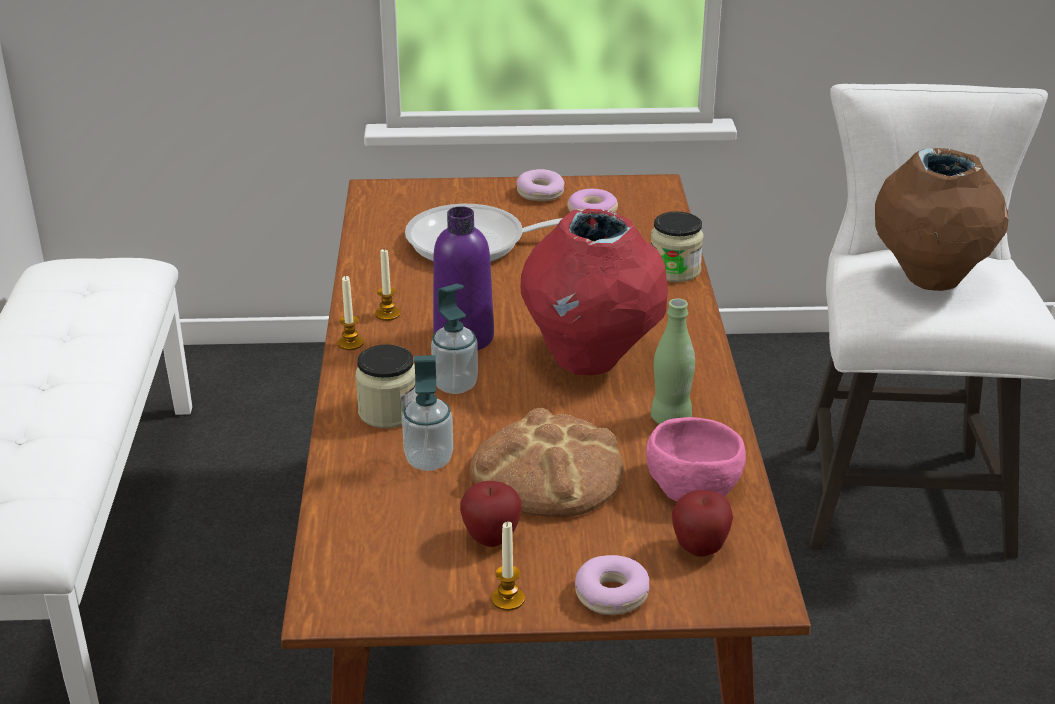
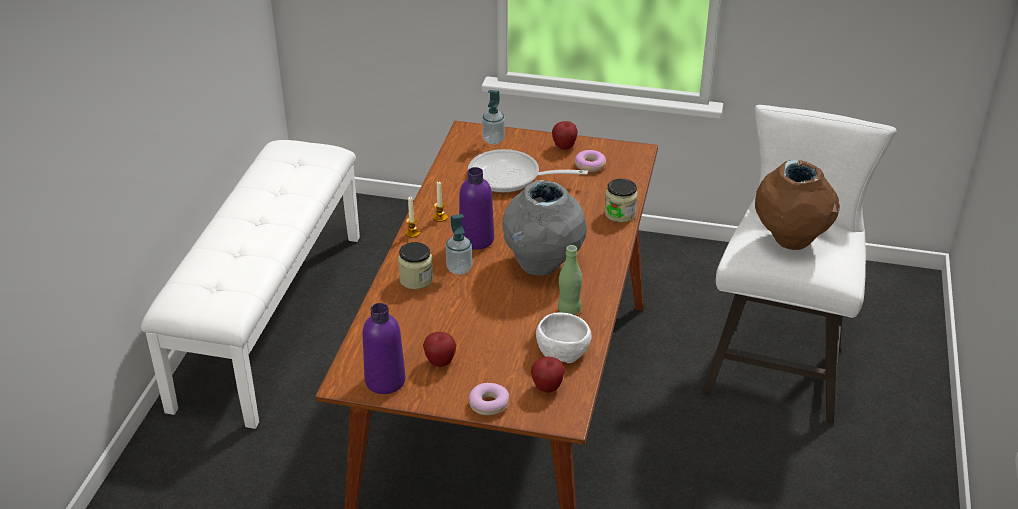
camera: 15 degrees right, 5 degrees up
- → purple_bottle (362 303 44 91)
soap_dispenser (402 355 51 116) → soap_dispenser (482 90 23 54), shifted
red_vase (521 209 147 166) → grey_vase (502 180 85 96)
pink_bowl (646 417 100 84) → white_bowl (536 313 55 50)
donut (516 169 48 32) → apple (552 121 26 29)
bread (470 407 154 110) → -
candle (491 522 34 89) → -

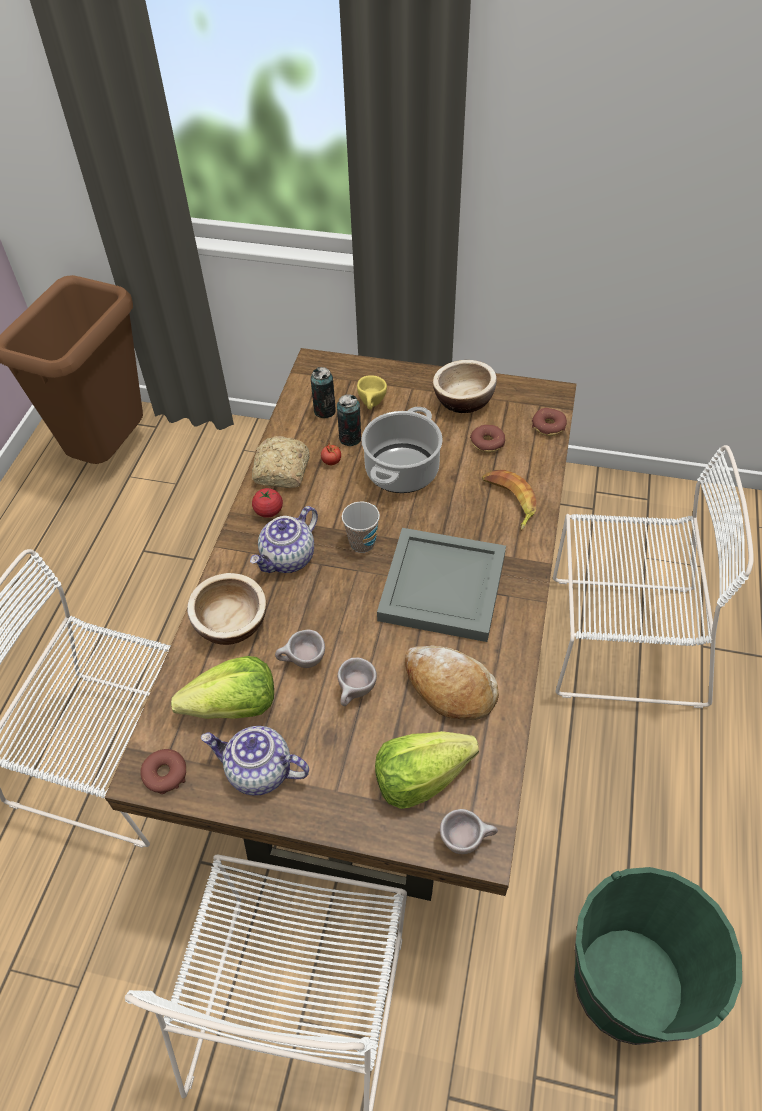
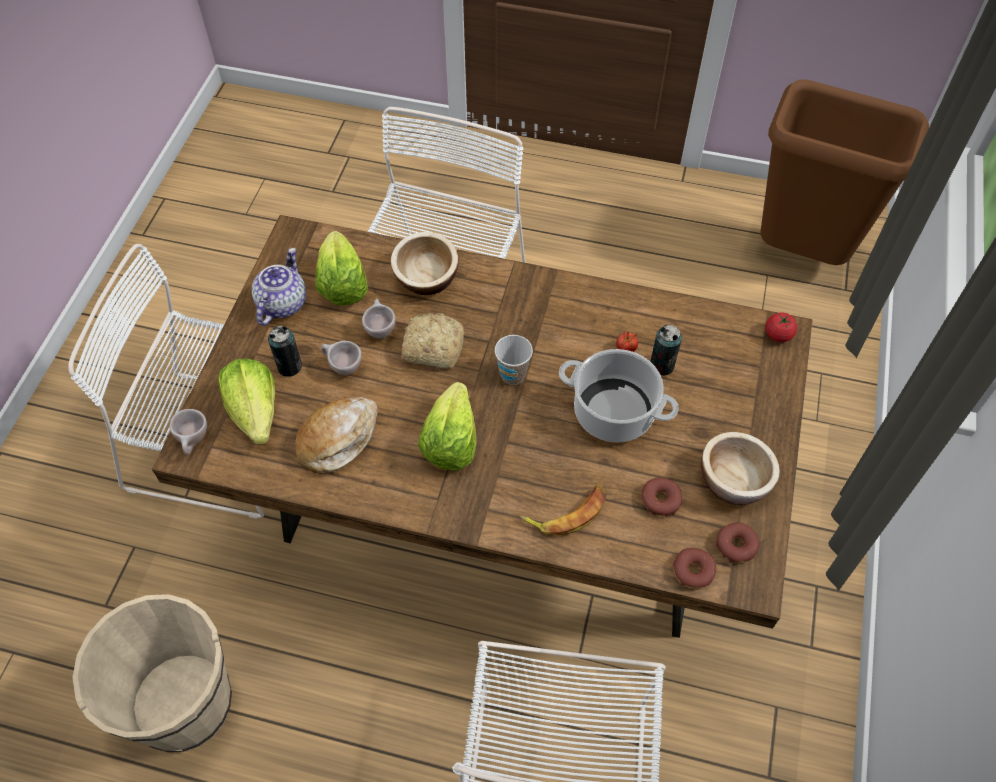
camera: 90 degrees right, 5 degrees up
green_bucket (574 867 168 178) → beige_bucket (72 594 160 158)
can (310 367 26 52) → can (268 326 34 51), shifted
bread (252 436 58 52) → bread (401 313 63 56), shifted
grey_tray (377 528 129 114) → lettuce (418 382 59 88)
donut (140 749 46 45) → donut (716 522 44 41), shifted
tomato (252 488 31 30) → tomato (766 312 31 30), shifted
teapot (250 506 68 67) → -
yellow_cup (357 375 30 35) → -

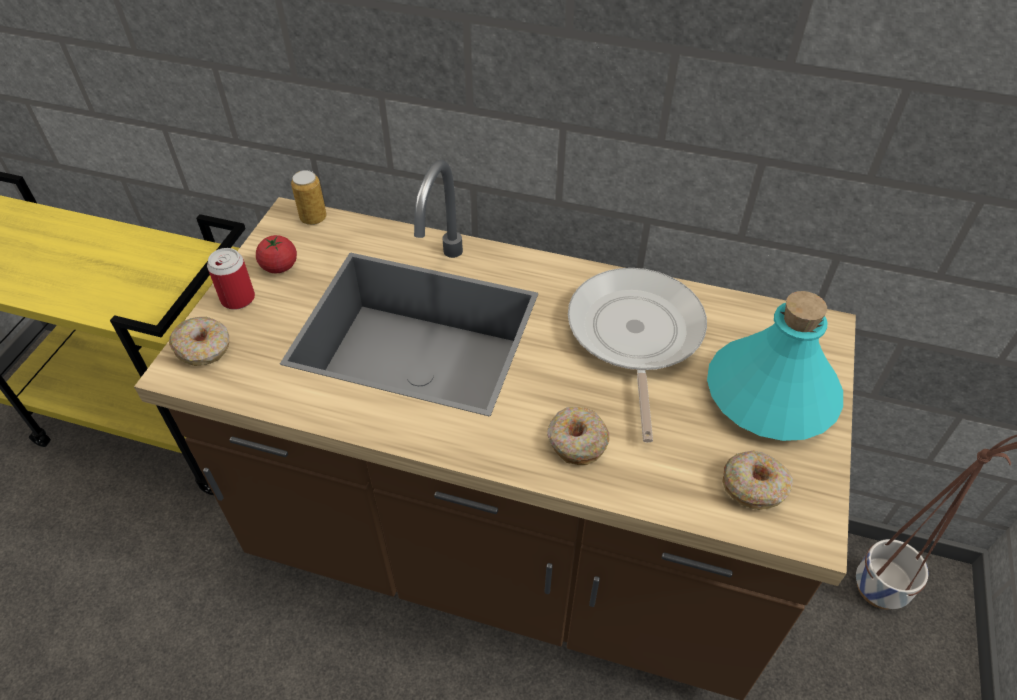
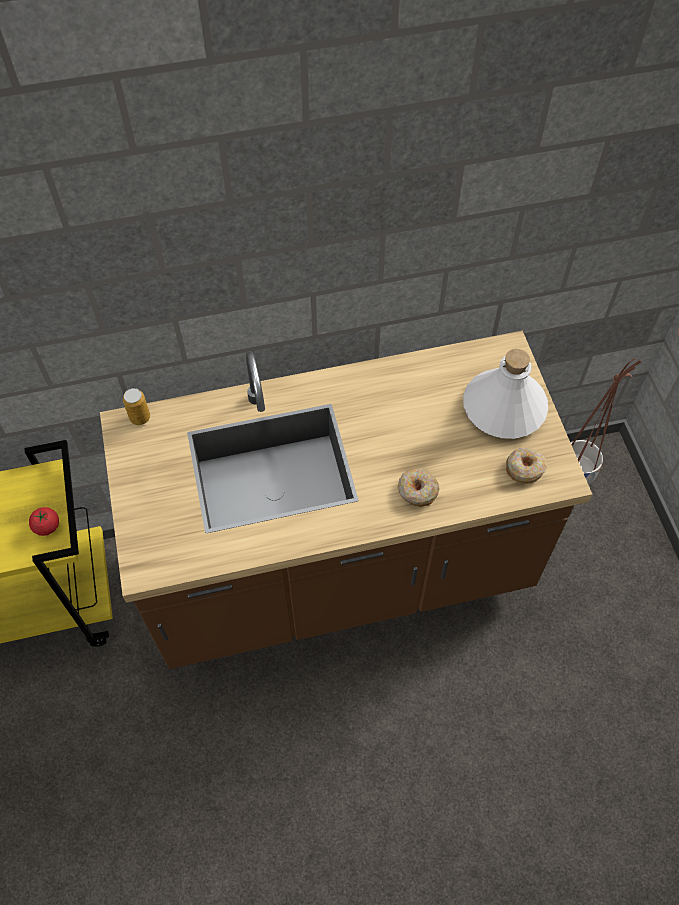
camera: 30 degrees left, 10 degrees up
tomato (256 235 41 38) → tomato (29 507 30 29), shifted
turquoise_bottle (707 291 136 150) → white_bottle (463 349 85 90)
donut (169 317 60 49) → -
can (207 248 48 62) → -
frying_pan (568 268 139 175) → -

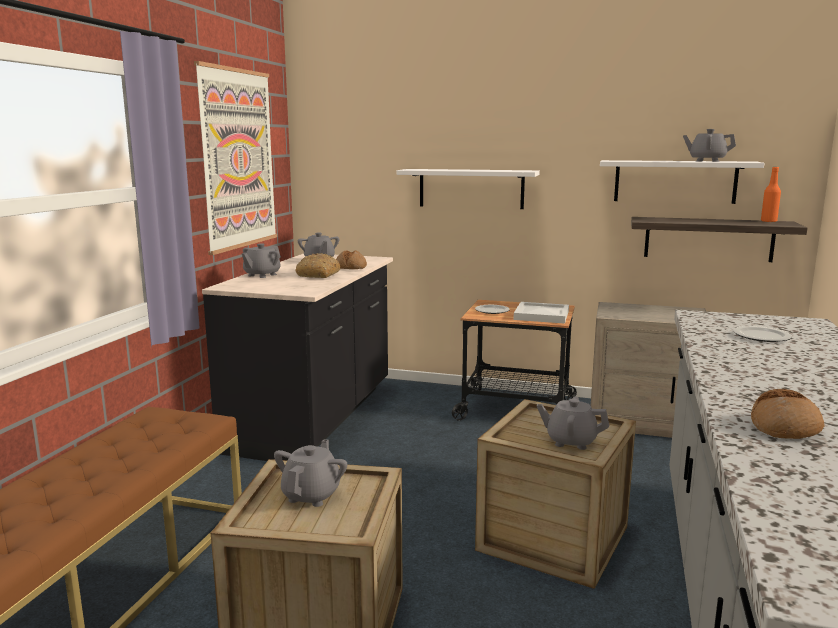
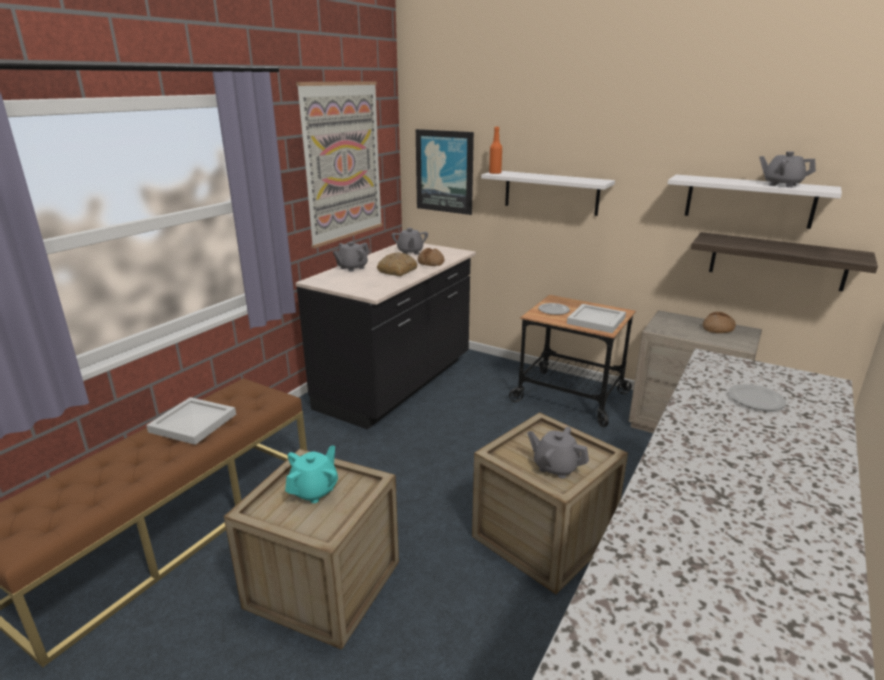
camera: 15 degrees right, 10 degrees up
- → white_tray (146 397 90 48)
grey_teapot (274 439 73 68) → turquoise_teapot (285 445 53 58)
- → picture (416 129 58 86)
orange_bottle (761 167 20 55) → orange_bottle (489 127 13 47), shifted
bread (751 389 74 50) → bread (703 312 33 21), shifted

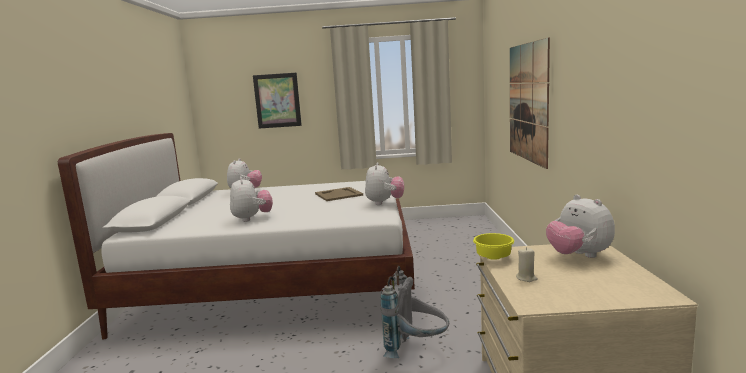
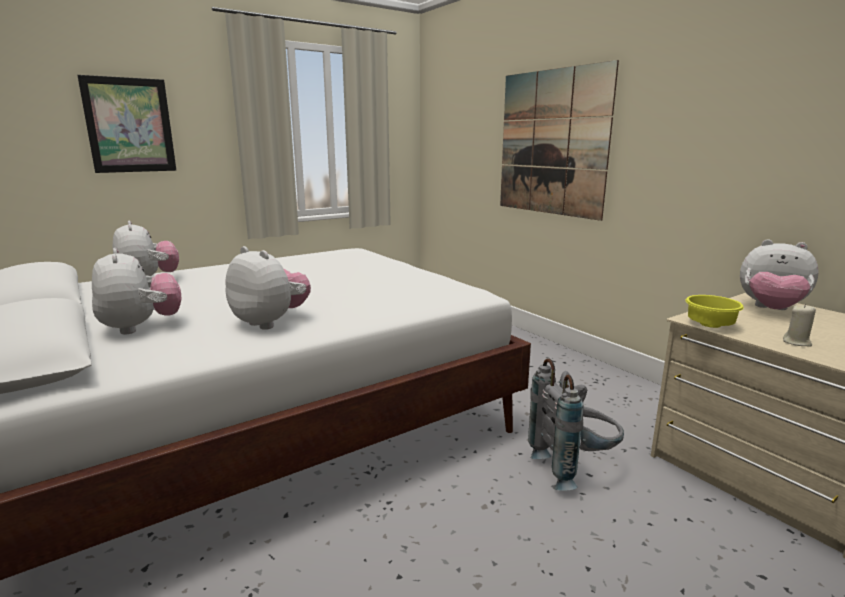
camera: 35 degrees left, 5 degrees up
plush_toy (365 162 39 43) → plush_toy (92 248 90 87), shifted
beige_tray (315 187 48 14) → -

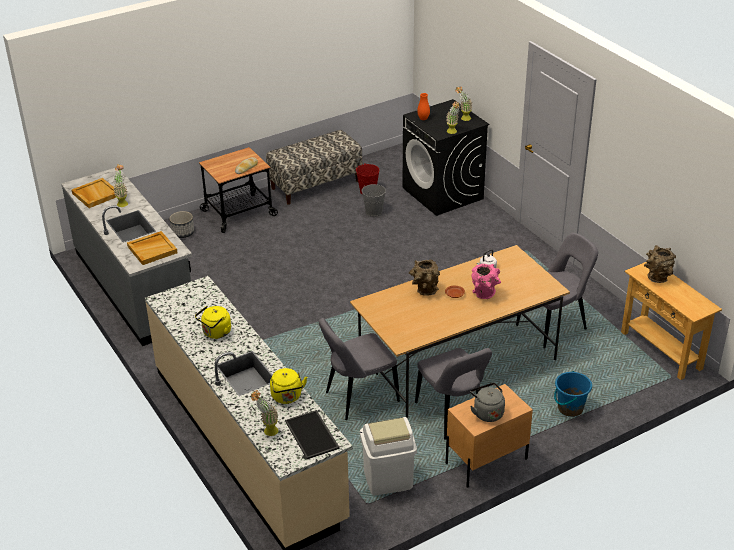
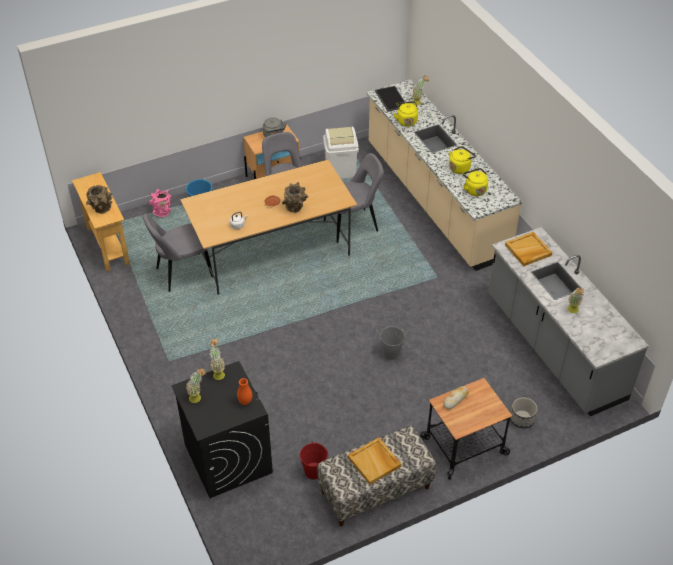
camera: 175 degrees left, 10 degrees up
pink_vase (471 264 30 35) → pink_vase (149 189 23 28), shifted
beige_tray (72 178 44 30) → beige_tray (348 437 53 48), shifted
grey_bucket (362 184 24 33) → grey_bucket (380 326 25 34), shifted
- → yellow_kettle (463 168 25 28)

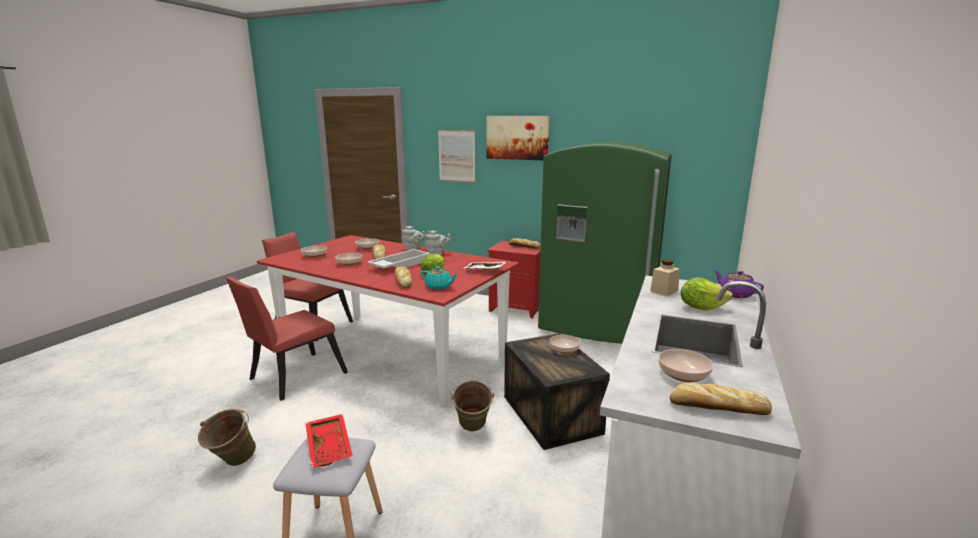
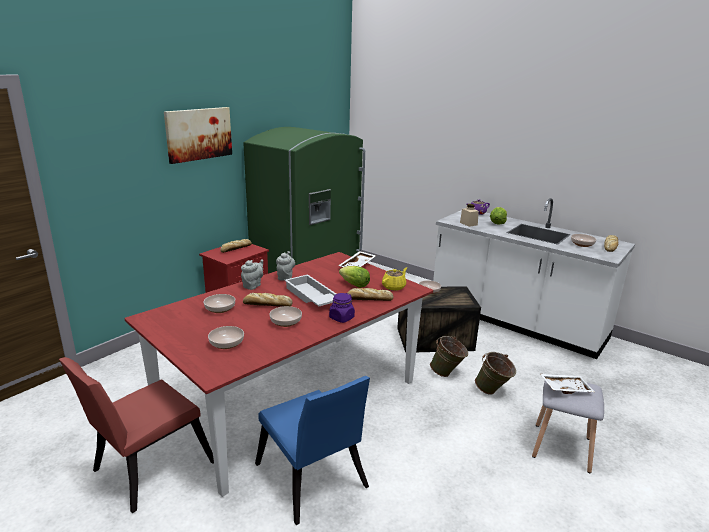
camera: 75 degrees left, 5 degrees up
red_chair (226 277 122 124) → blue_chair (255 376 115 149)
- → purple_jar (329 293 26 30)
turquoise_teapot (421 267 37 23) → yellow_teapot (382 268 25 23)
green_bucket (198 409 58 57) → green_bucket (475 352 41 43), shifted
red_tray (305 414 48 53) → white_tray (540 374 55 20)
picture (438 130 37 52) → -

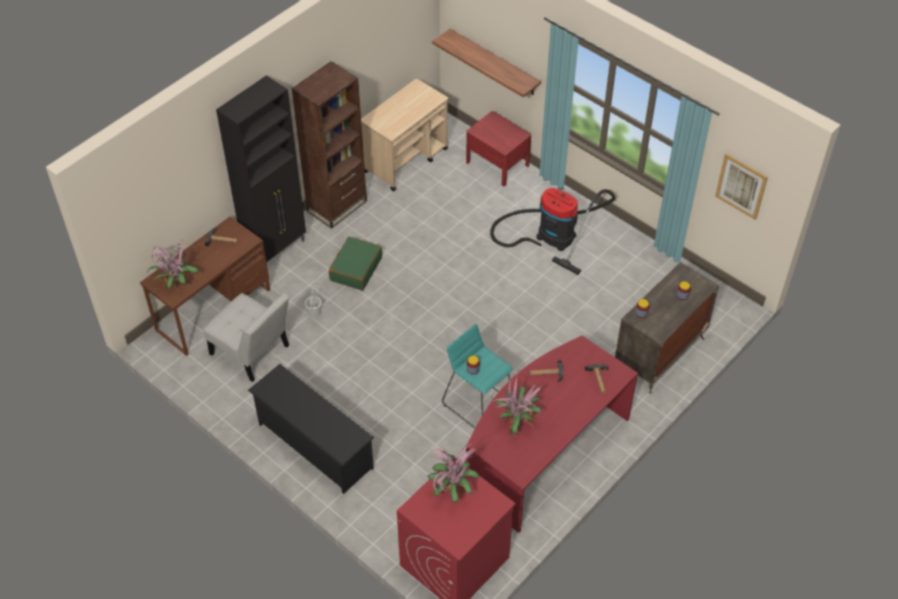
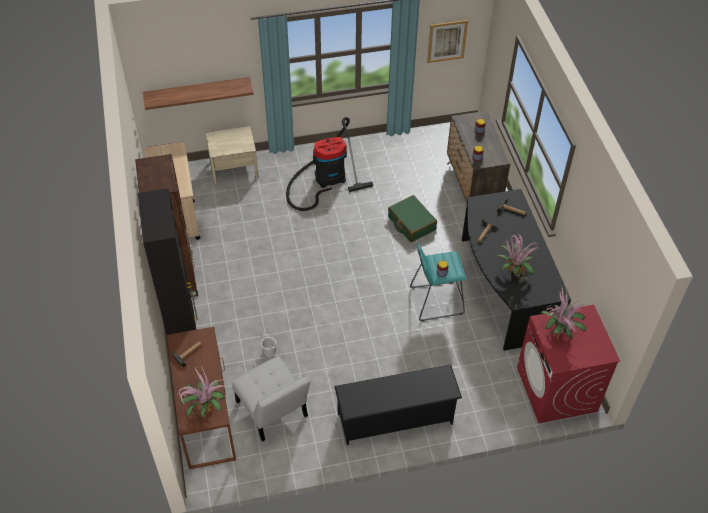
camera: 55 degrees left, 0 degrees up
red_nightstand (466 111 65 75) → beige_nightstand (206 126 53 58)
white_chair (203 293 86 89) → white_chair (232 356 79 86), 75 degrees clockwise
green_suitcase (329 237 53 54) → green_suitcase (388 195 49 47), shifted
red_desk (466 336 172 197) → black_desk (462 189 109 162)

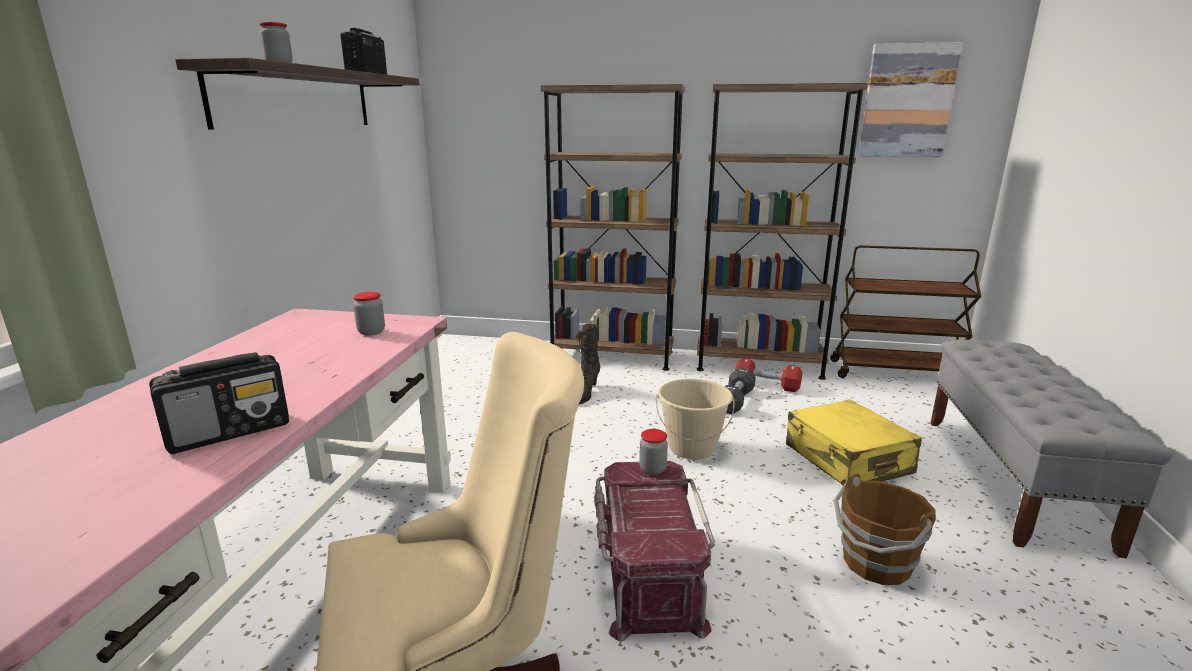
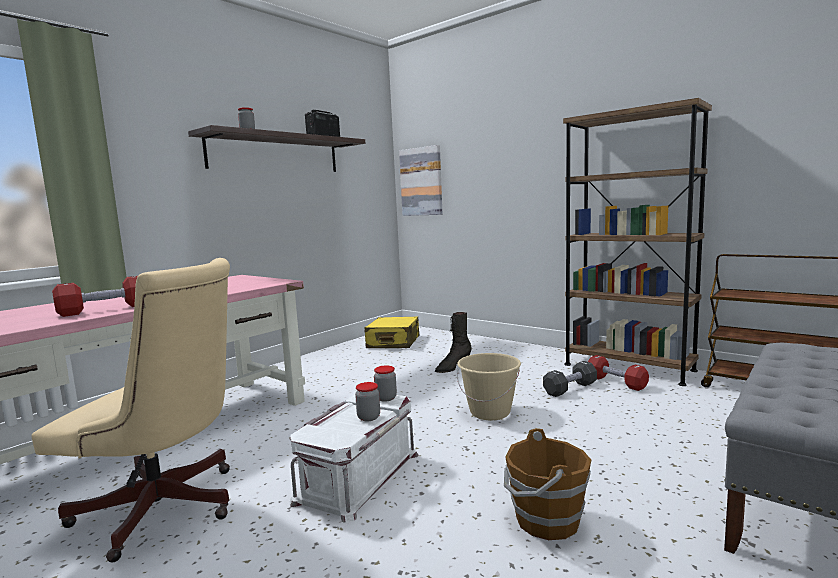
camera: 30 degrees right, 10 degrees down
radio (149 352 140 102) → red_dumbbell (52 276 86 41)
red_storage_box (594 461 121 181) → white_storage_box (289 395 130 128)
jar (353 292 32 44) → jar (355 382 25 39), shifted
yellow_suitcase (786 400 136 86) → yellow_suitcase (365 316 54 32), shifted
picture (859 42 104 115) → picture (399 145 43 71), shifted
brown_bookcase (541 84 144 287) → -

